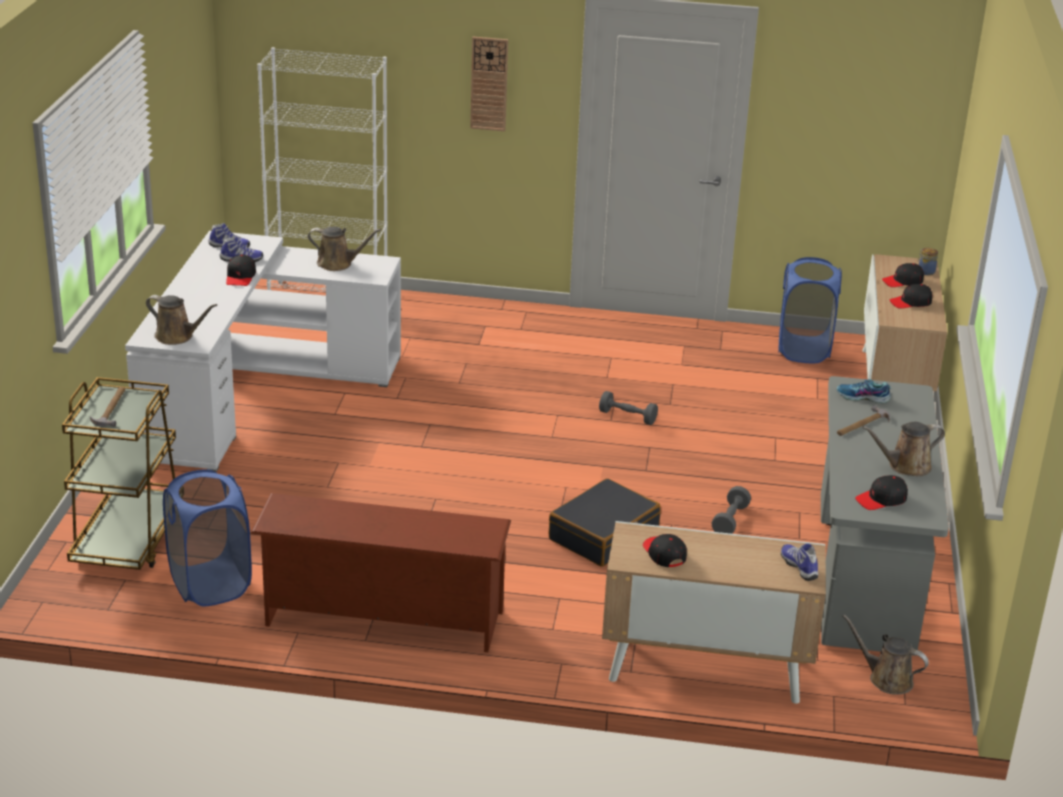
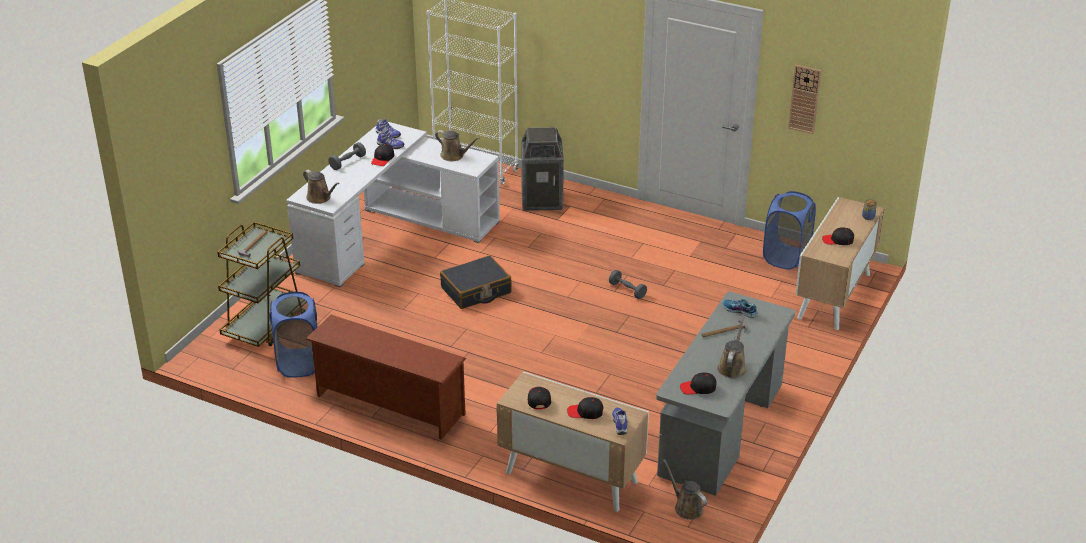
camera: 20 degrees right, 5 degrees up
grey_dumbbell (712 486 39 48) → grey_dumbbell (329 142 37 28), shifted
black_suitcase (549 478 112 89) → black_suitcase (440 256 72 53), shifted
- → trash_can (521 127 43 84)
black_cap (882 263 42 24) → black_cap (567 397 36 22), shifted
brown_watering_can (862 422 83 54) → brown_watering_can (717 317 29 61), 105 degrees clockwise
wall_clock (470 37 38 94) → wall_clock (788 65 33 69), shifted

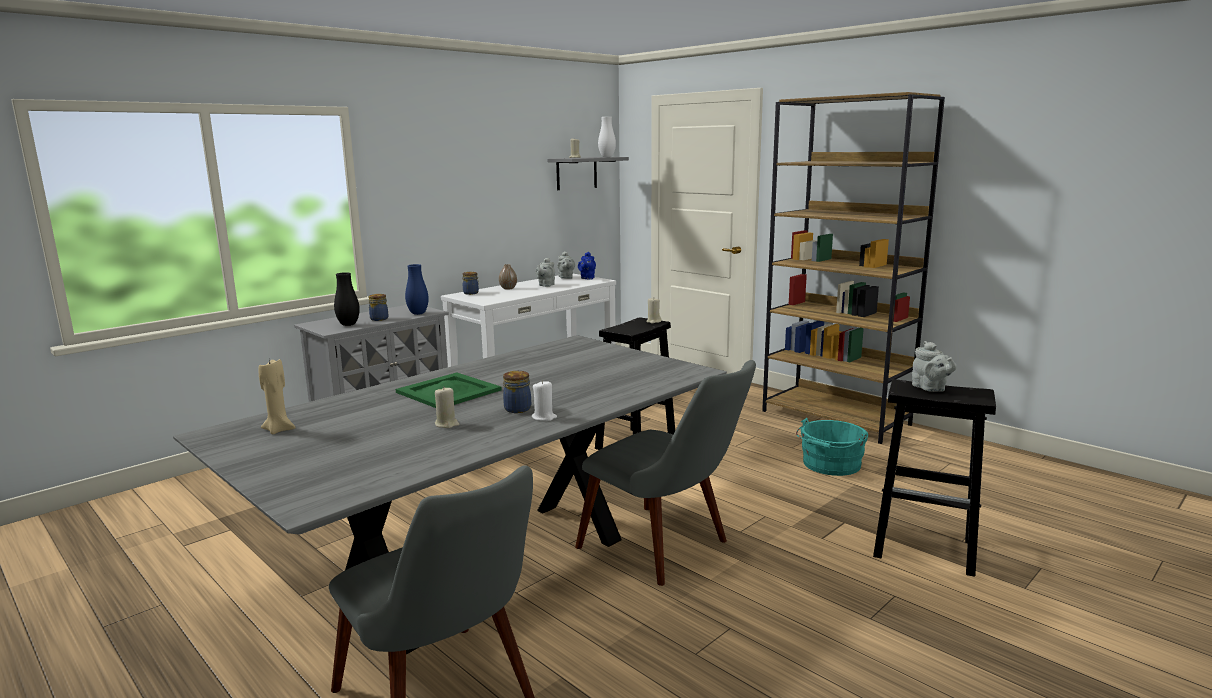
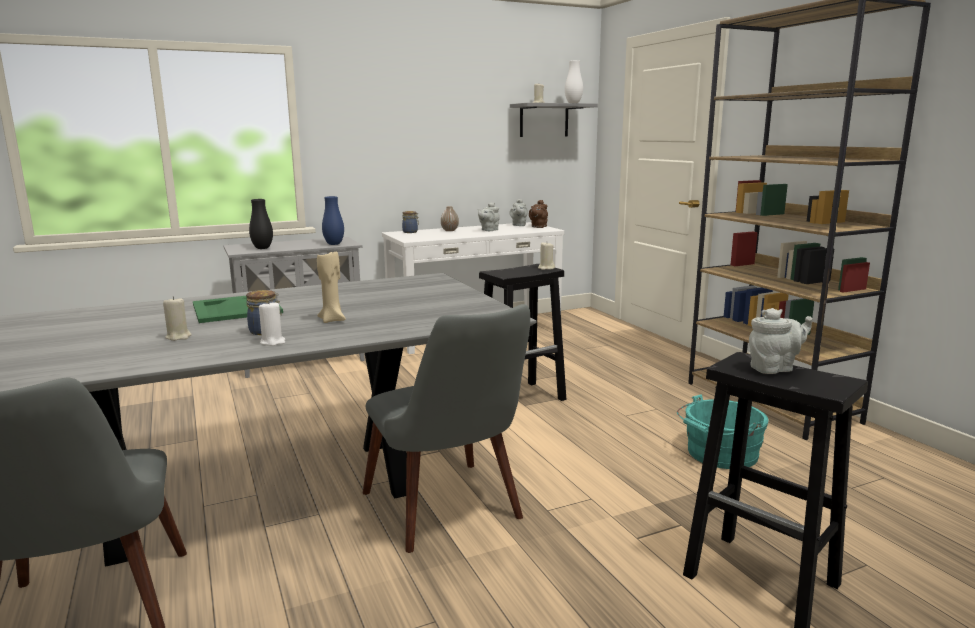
camera: 20 degrees right, 0 degrees up
beige_candle (258 359 38 75) → beige_candle (317 251 29 72), shifted
blue_teapot (578 252 18 28) → brown_teapot (529 200 19 28)
grey_teapot (912 341 45 51) → grey_teapot (749 308 63 66), 105 degrees counterclockwise
jar (368 294 20 27) → -

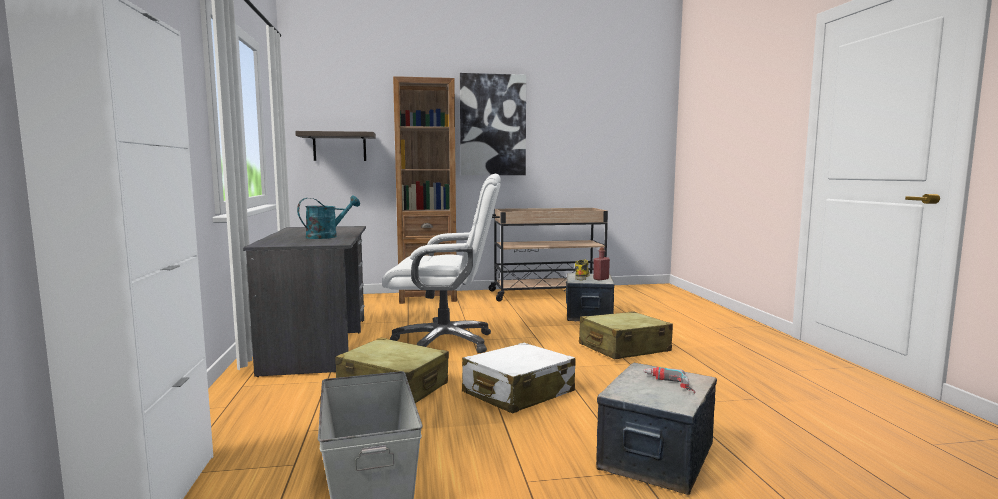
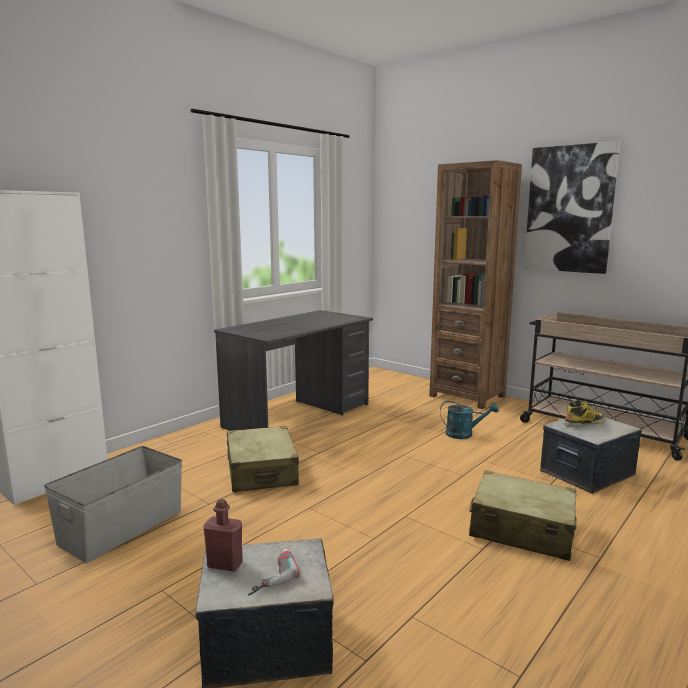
camera: 50 degrees right, 5 degrees up
red_bottle (593 247 17 34) → red_bottle (203 499 40 72), shifted
turquoise_watering_can (297 196 63 43) → turquoise_watering_can (440 401 59 38), shifted
shelf (295 131 81 30) → -
white_office_chair (382 174 119 179) → -
white_suitcase (462 343 113 70) → -

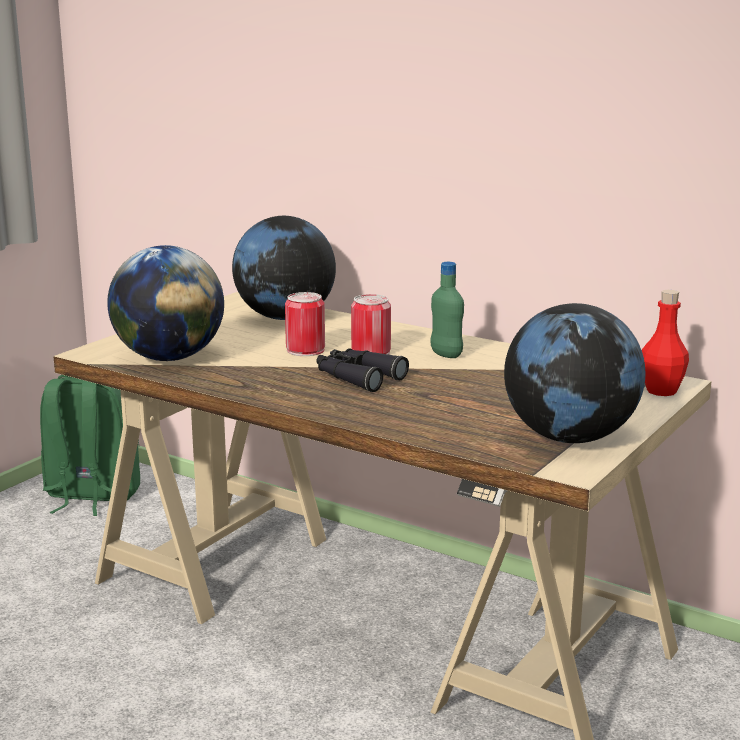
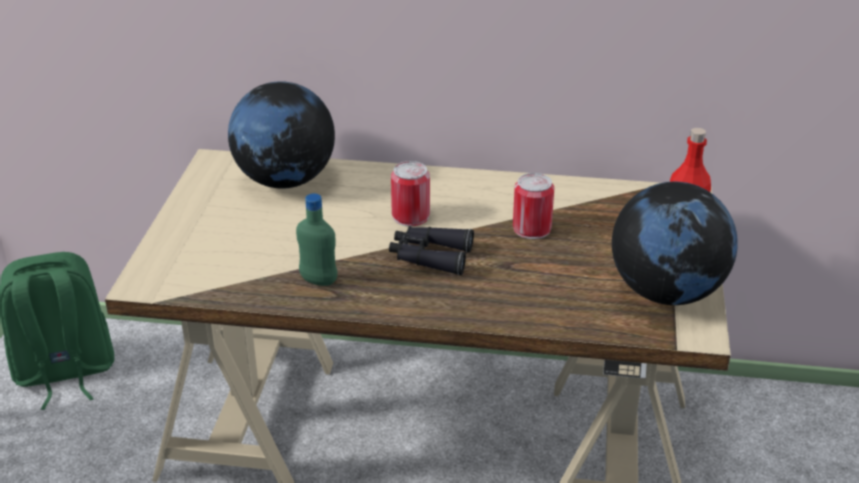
camera: 25 degrees left, 15 degrees up
green_bottle (430 262 34 96) → green_bottle (296 193 41 93), shifted
can (285 292 40 64) → can (513 173 41 66), shifted
globe (107 245 117 116) → -

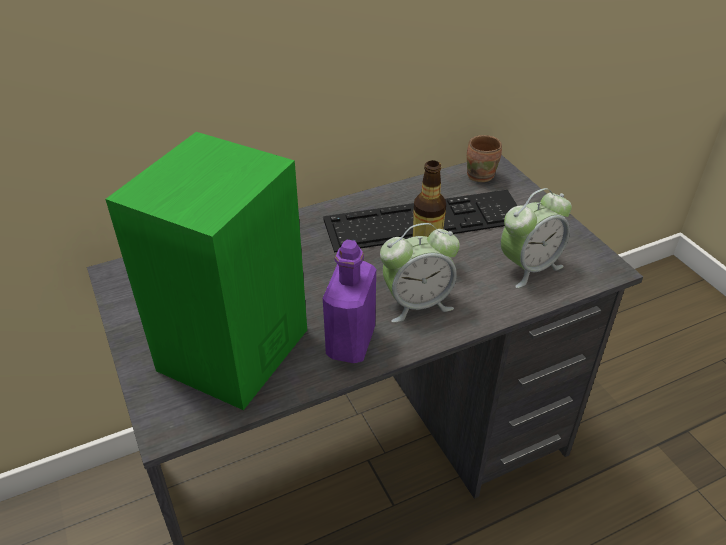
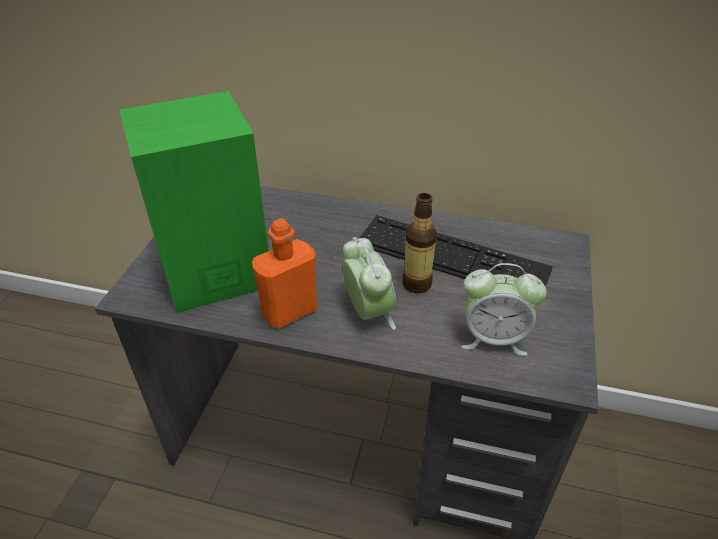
camera: 40 degrees right, 0 degrees up
purple_bottle (323 240 53 123) → orange_bottle (252 219 65 109)
alarm_clock (380 223 80 100) → alarm_clock (342 237 54 93), 135 degrees counterclockwise
brown_mug (467 135 35 47) → -

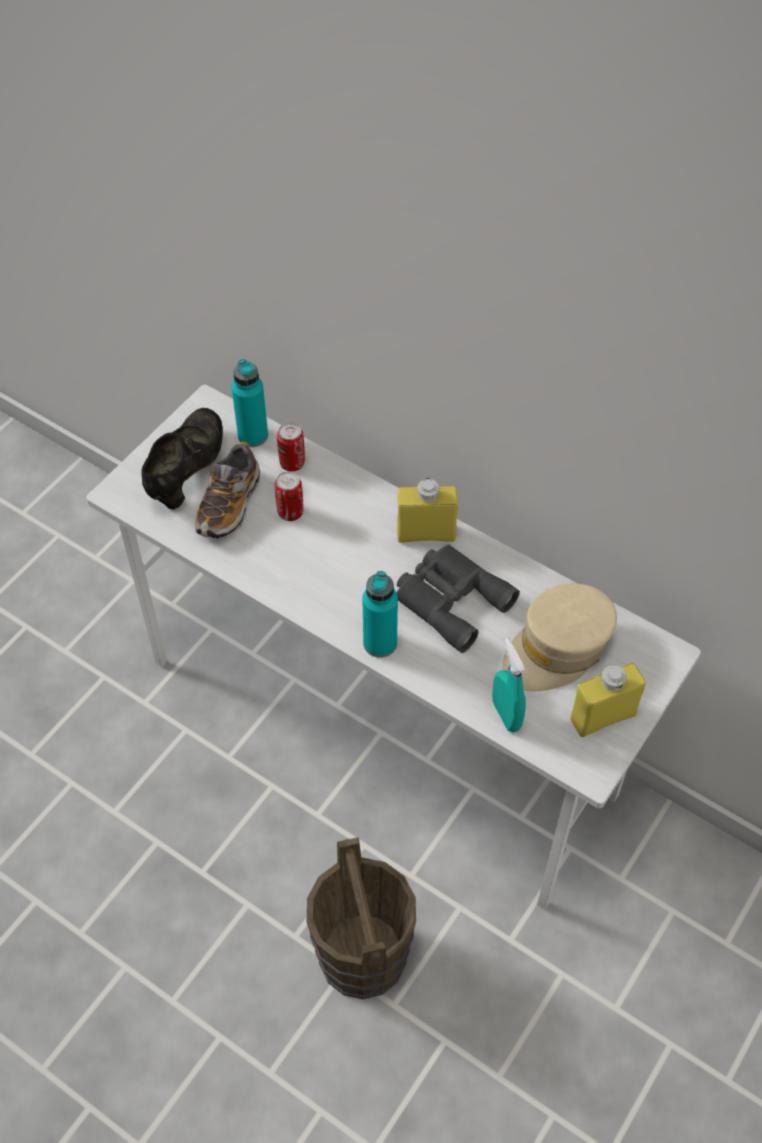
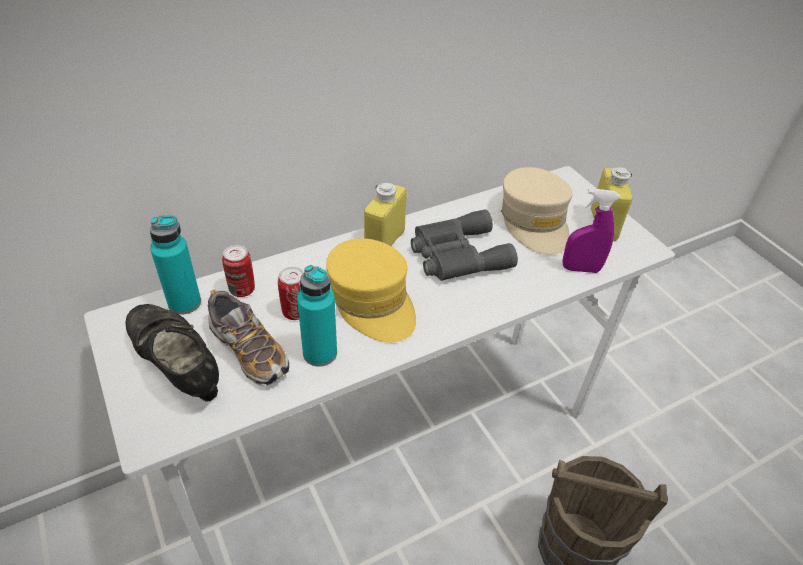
camera: 65 degrees left, 10 degrees down
turquoise_bottle (362 571 36 87) → turquoise_bottle (297 265 40 102), shifted
- → yellow_cap (326 238 90 105)
turquoise_spray_bottle (492 638 34 94) → purple_spray_bottle (563 189 57 84)

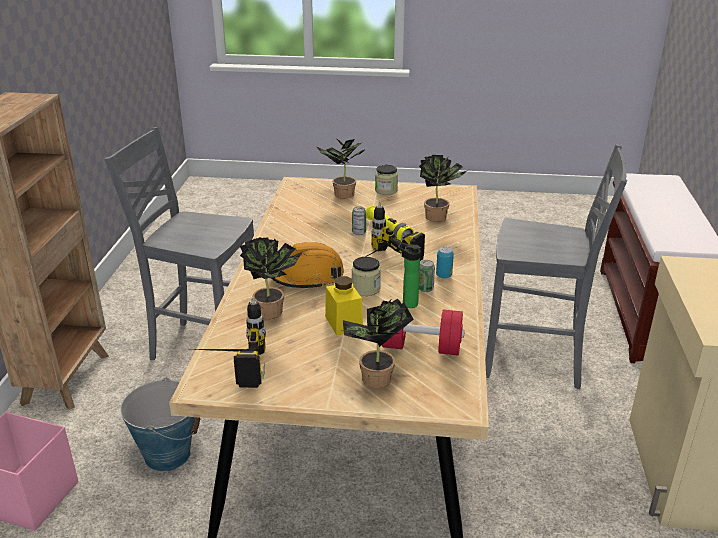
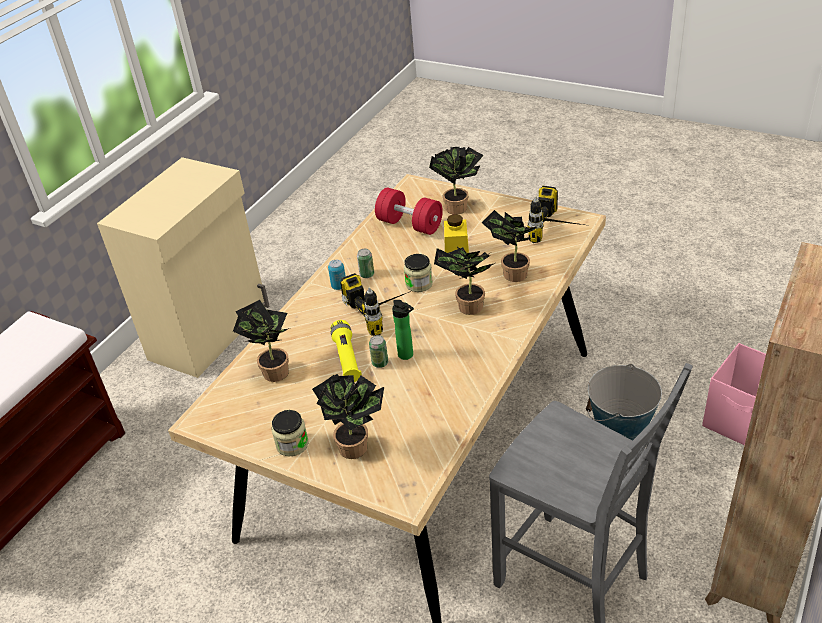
camera: 155 degrees left, 10 degrees up
bottle (398 243 23 65) → bottle (392 300 22 60), shifted
orange_hard_hat (271 242 73 48) → potted_plant (434 247 61 68)
grey_chair (485 144 142 245) → -

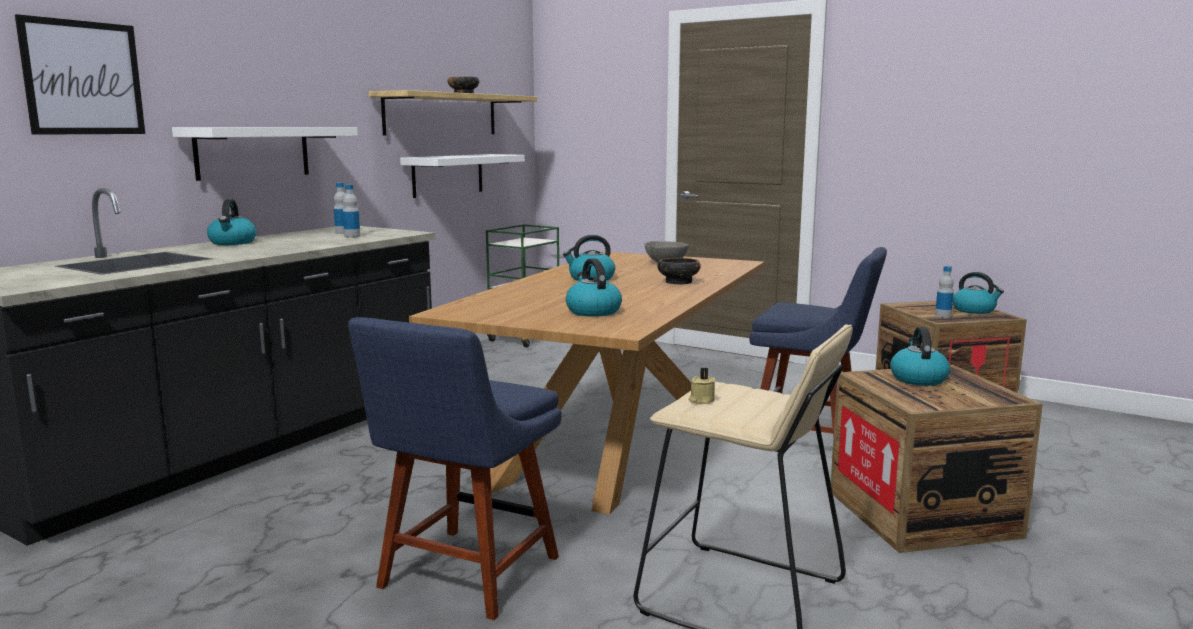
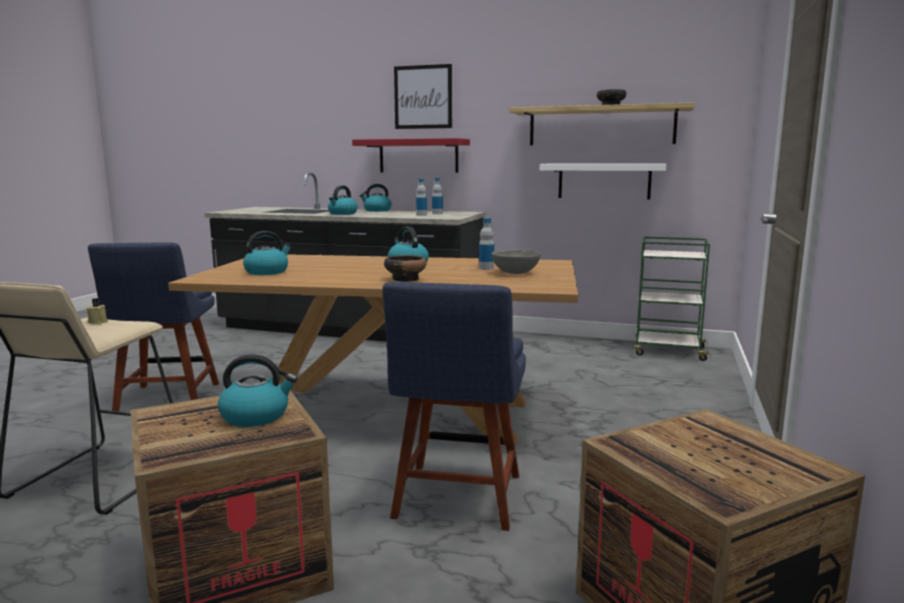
camera: 75 degrees right, 0 degrees up
blue_chair (348 317 214 303) → blue_chair (88 242 131 170), 105 degrees counterclockwise
kettle (953 272 51 42) → kettle (328 185 30 30), shifted
white_shelf (172 127 186 54) → red_shelf (352 138 118 35)
picture (15 14 130 121) → picture (394 64 58 65), shifted
bottle (935 266 19 52) → bottle (479 218 15 52), shifted

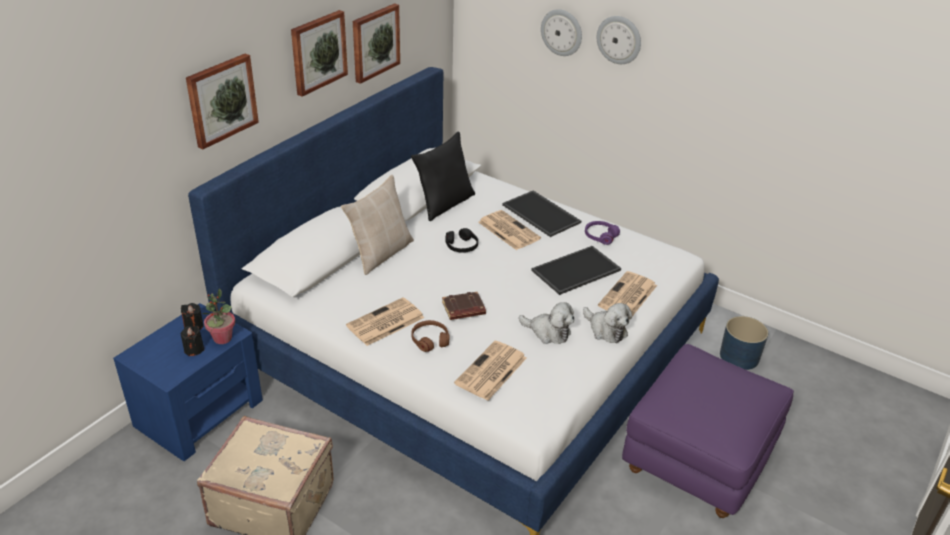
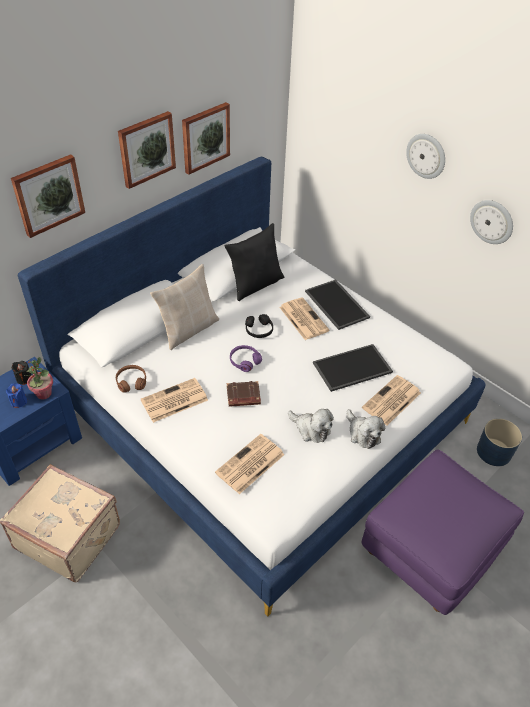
camera: 10 degrees right, 10 degrees up
black_candle (181 326 23 30) → blue_candle (6 383 21 25)
brown_headphones (411 320 39 32) → brown_headphones (116 365 30 28), shifted
purple_headphones (585 221 35 24) → purple_headphones (230 345 32 27), shifted
wall_clock (541 9 41 47) → wall_clock (470 200 43 44), shifted

